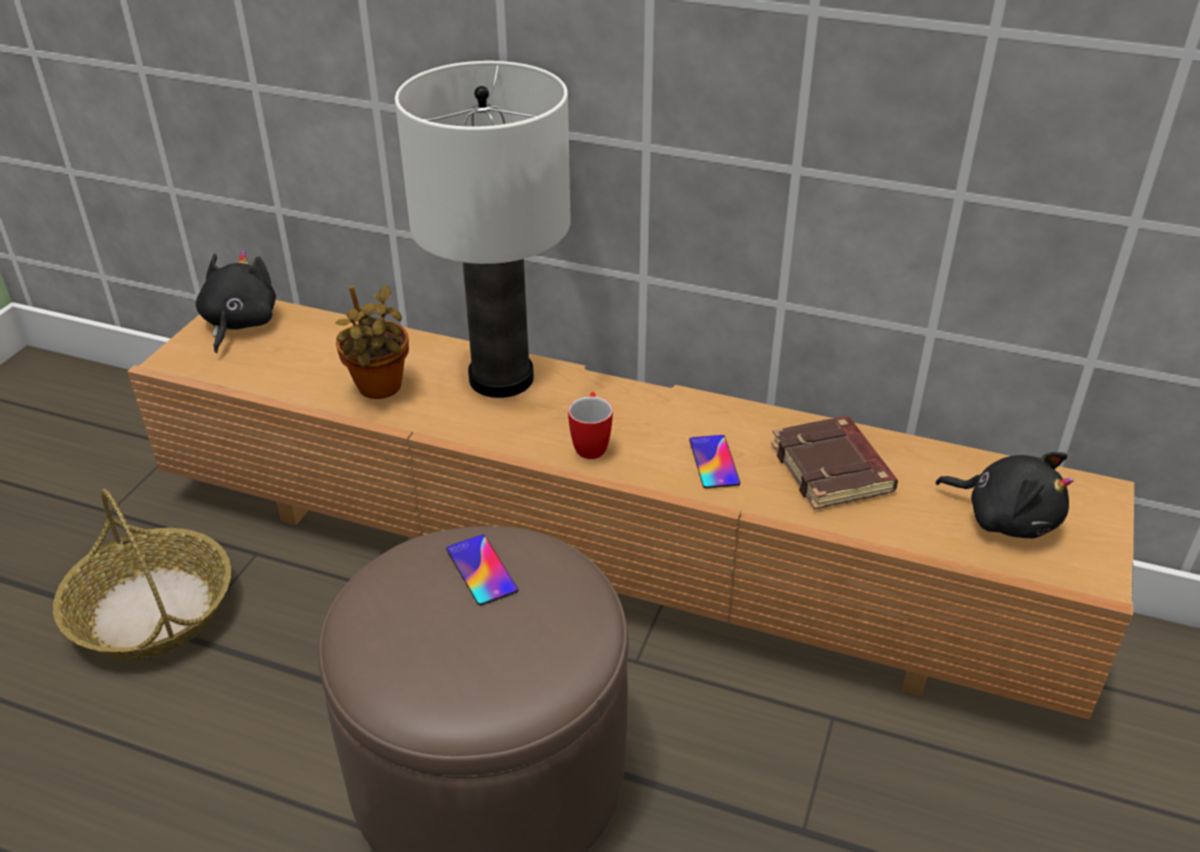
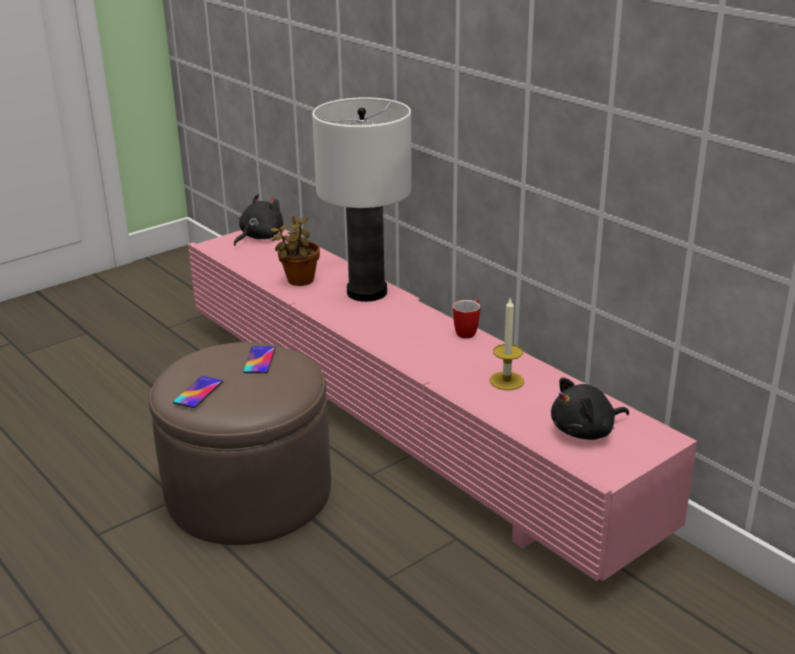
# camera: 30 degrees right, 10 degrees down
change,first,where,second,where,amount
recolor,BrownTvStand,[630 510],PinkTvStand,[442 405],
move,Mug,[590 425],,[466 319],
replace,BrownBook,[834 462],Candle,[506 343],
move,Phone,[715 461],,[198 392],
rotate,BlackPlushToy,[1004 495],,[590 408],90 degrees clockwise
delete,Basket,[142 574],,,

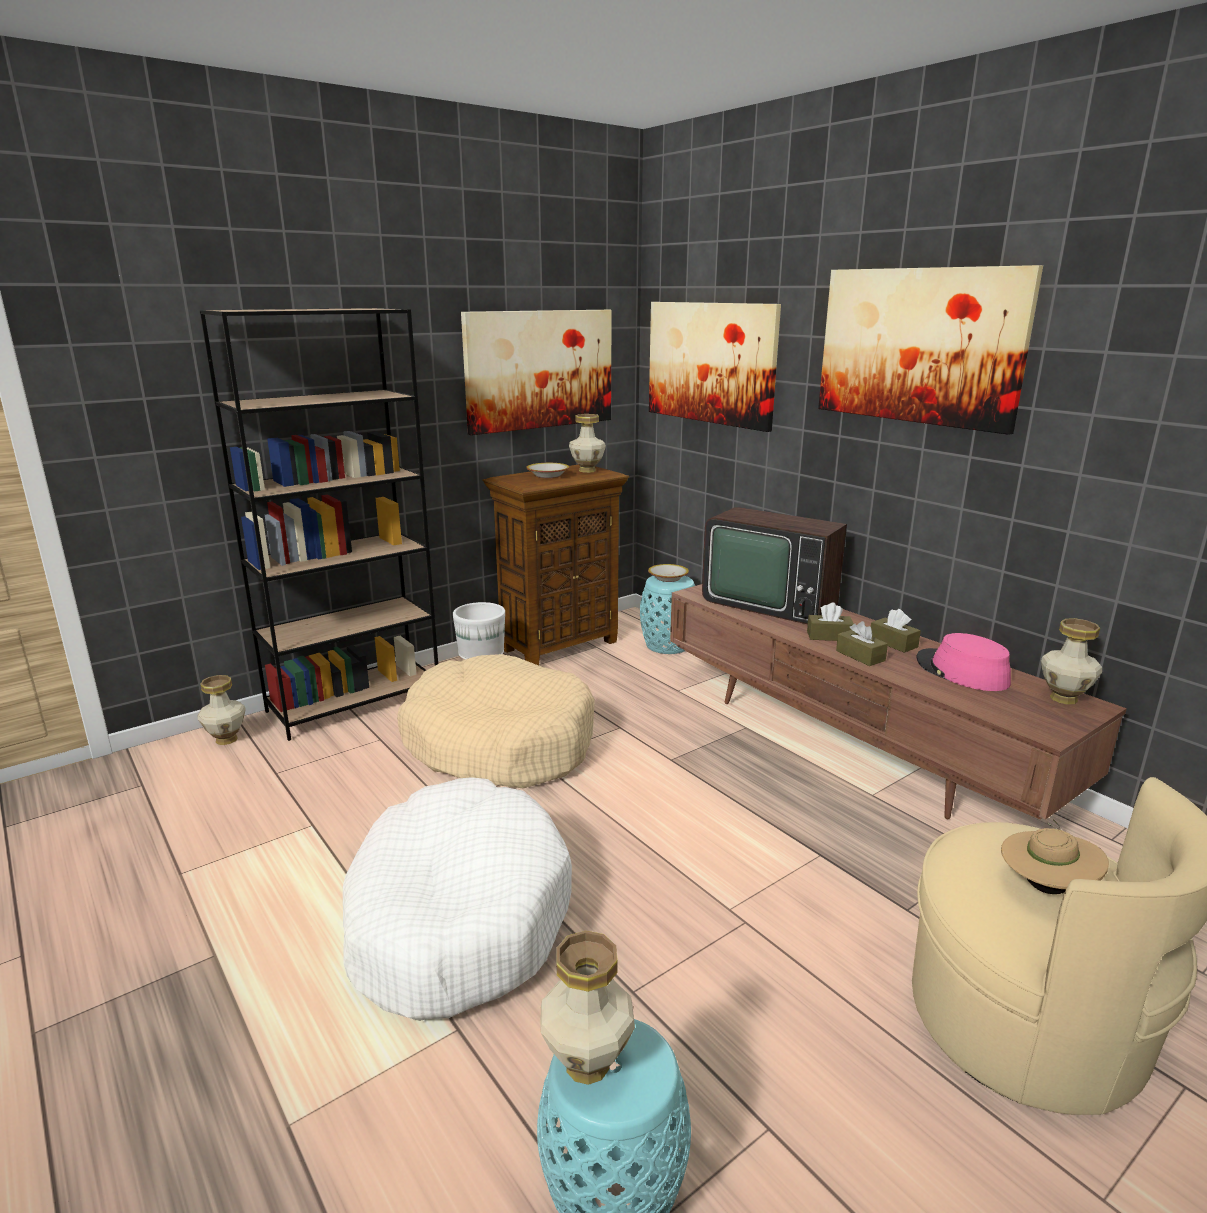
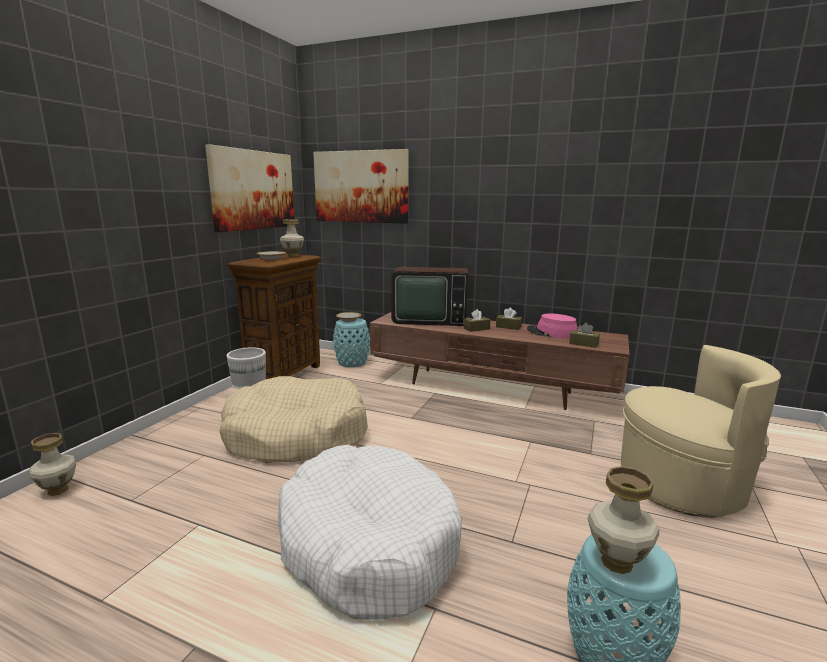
# camera: 30 degrees left, 5 degrees down
change,first,where,second,where,amount
delete,Picture,[930 350],,,
delete,BeigeBookcase,[319 524],,,
delete,Vase,[1071 661],,,
move,BrownTissueBox,[862 643],,[584 335],
delete,BeigeHat,[1055 856],,,

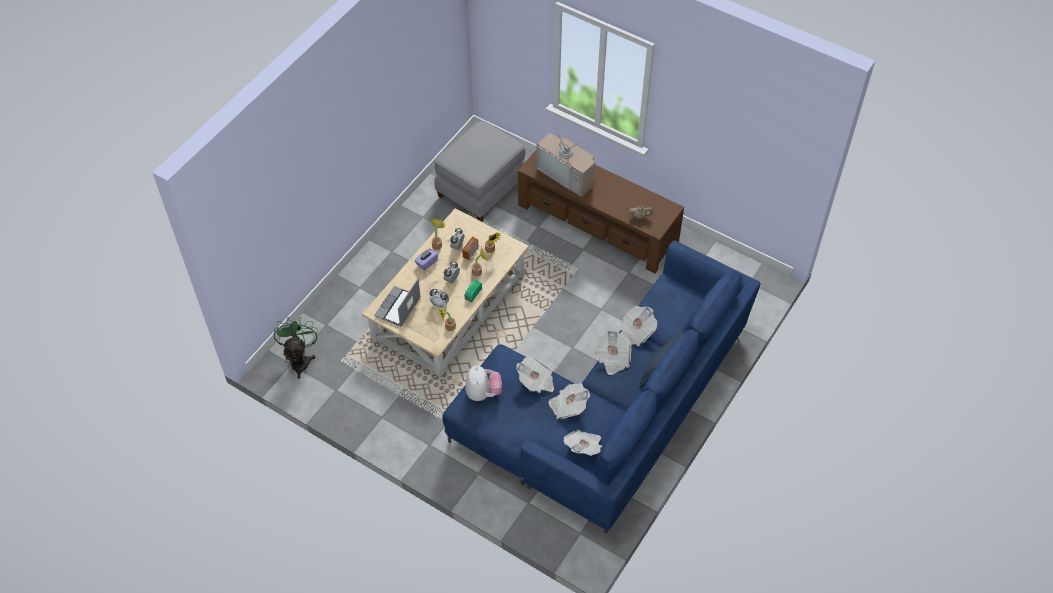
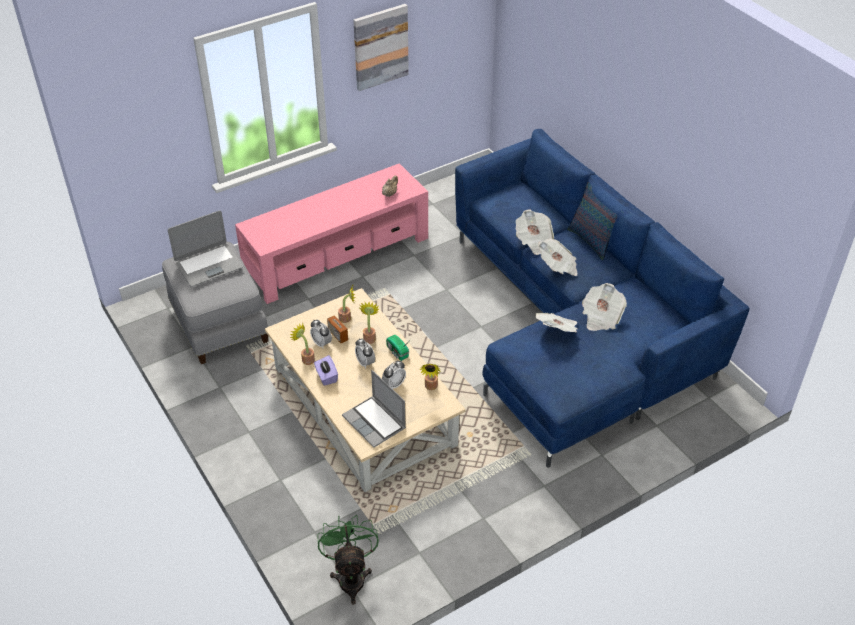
# camera: 65 degrees left, 10 degrees down
change,first,where,second,where,amount
delete,Television,[565 160],,,
recolor,BrownTvStand,[601 211],PinkTvStand,[331 233],
rotate,GreenFan,[296 348],,[348 560],60 degrees clockwise
delete,PlushToy,[483 383],,,
delete,Newspaper,[583 443],,,
insert,,,Picture,[381 47],
insert,,,Laptop,[205 249],

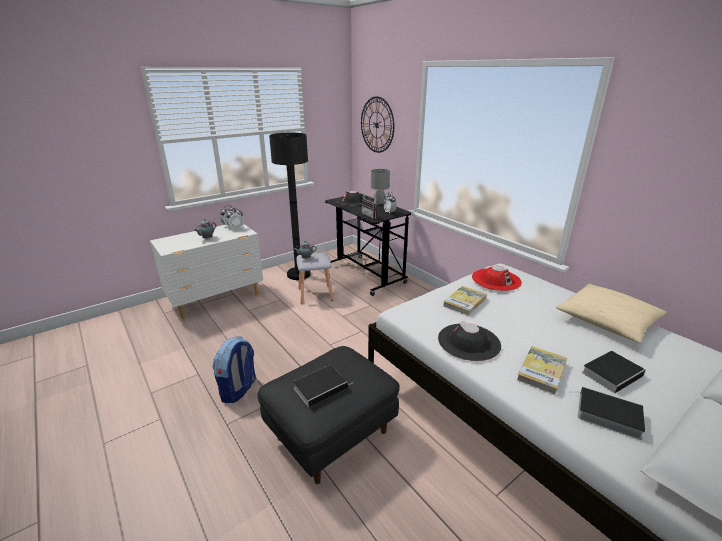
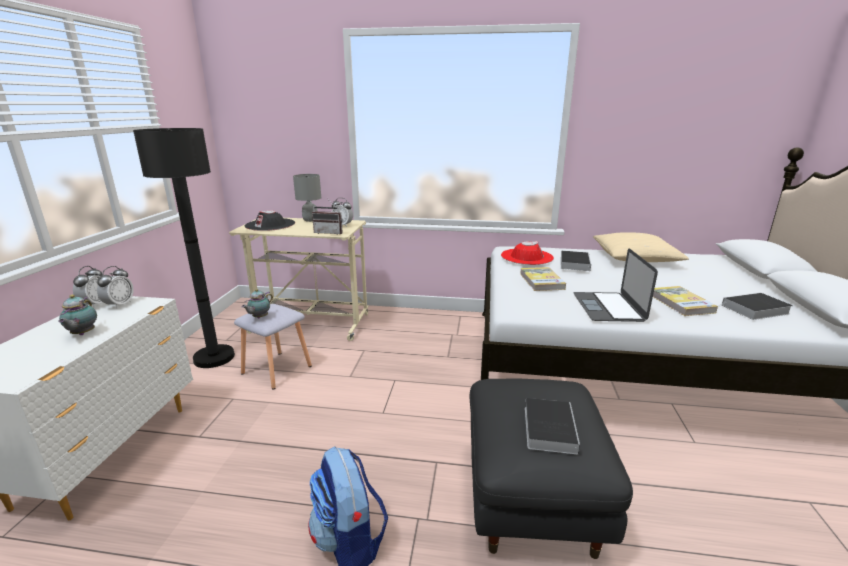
# camera: 45 degrees left, 5 degrees down
change,first,where,second,where,amount
delete,WallClock,[377 124],,,
recolor,BlackDesk,[368 244],BeigeDesk,[299 279],
replace,BlackHat,[469 341],Laptop,[616 285],
move,Book,[613 372],,[575 261],

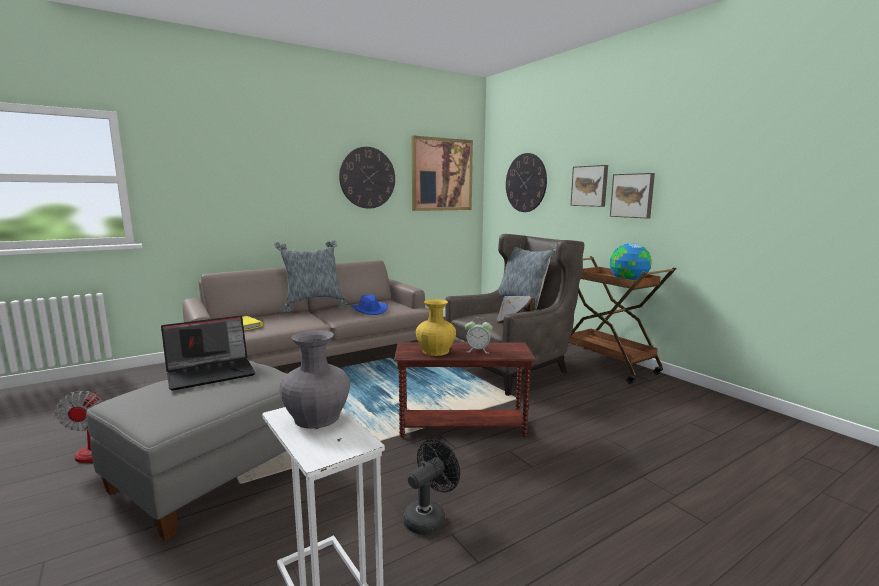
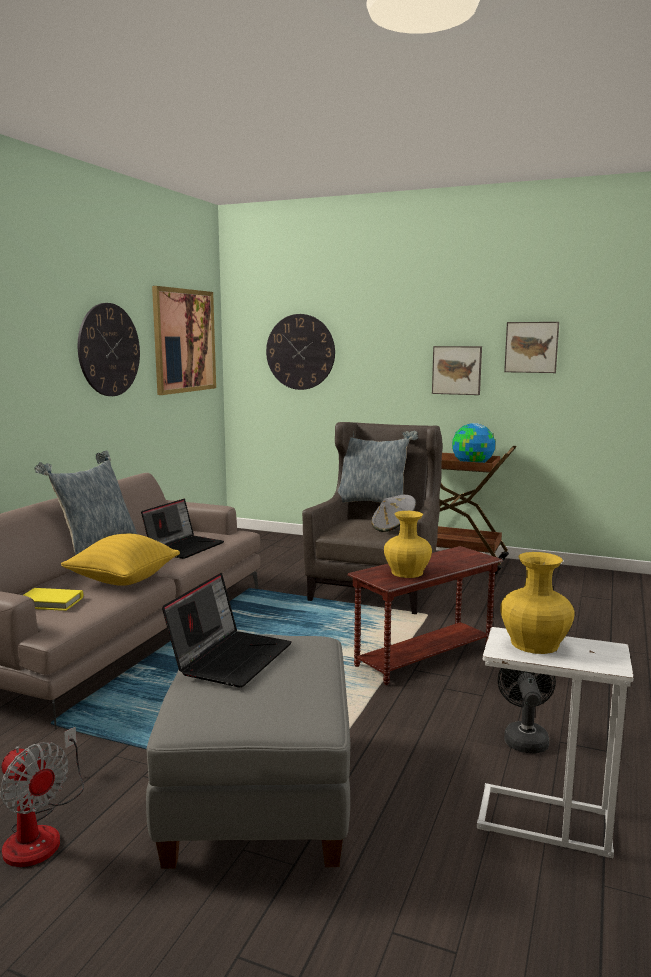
# camera: 35 degrees left, 0 degrees up
change,first,where,second,where,amount
move,Picture,[589 186],,[531 347],
replace,BlueHat,[369 304],Laptop,[182 529],
delete,AlarmClock,[479 335],,,
recolor,GreyVase,[315 379],YellowVase,[537 603],
insert,,,YellowPillow,[120 560],

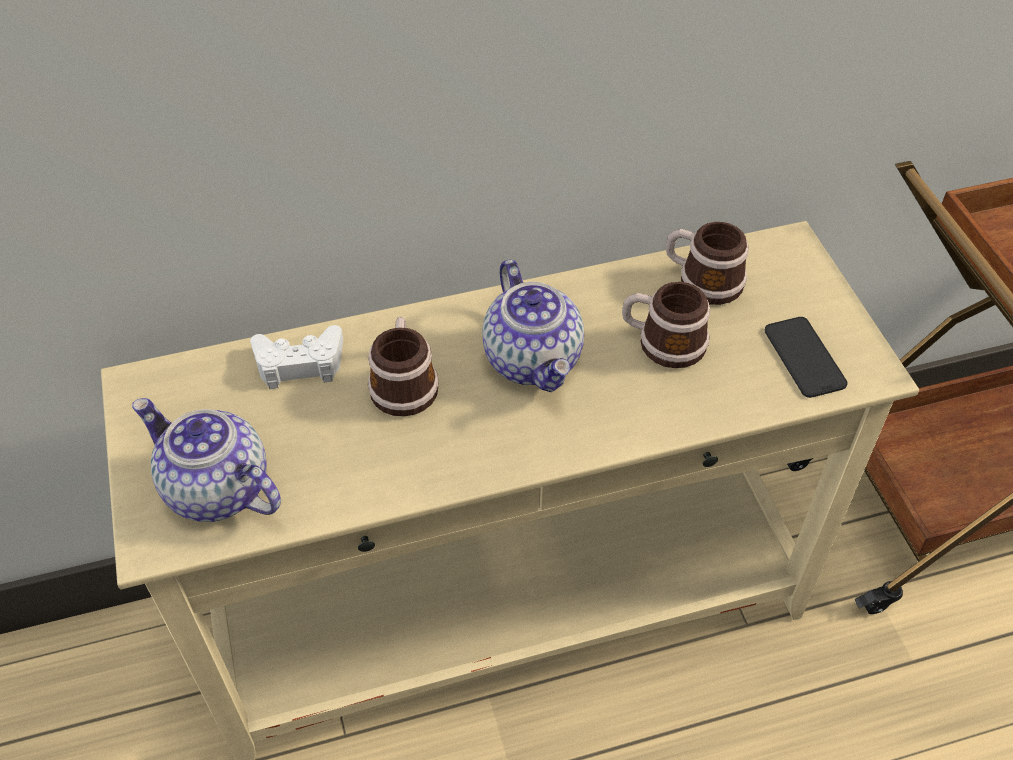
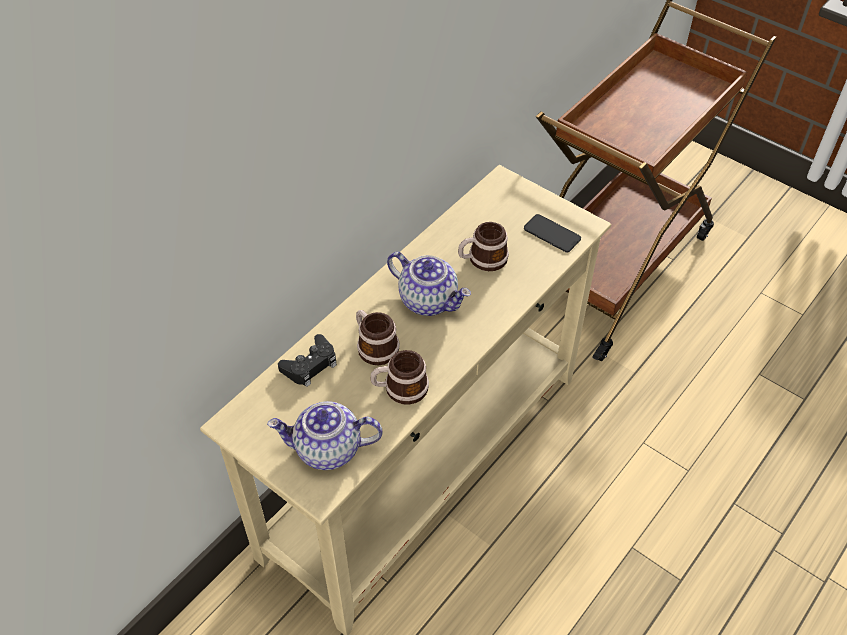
# camera: 35 degrees left, 0 degrees up
change,first,where,second,where,amount
move,Mug,[707 263],,[400 377],
recolor,WhiteGameController,[296 357],BlackGameController,[307 360],

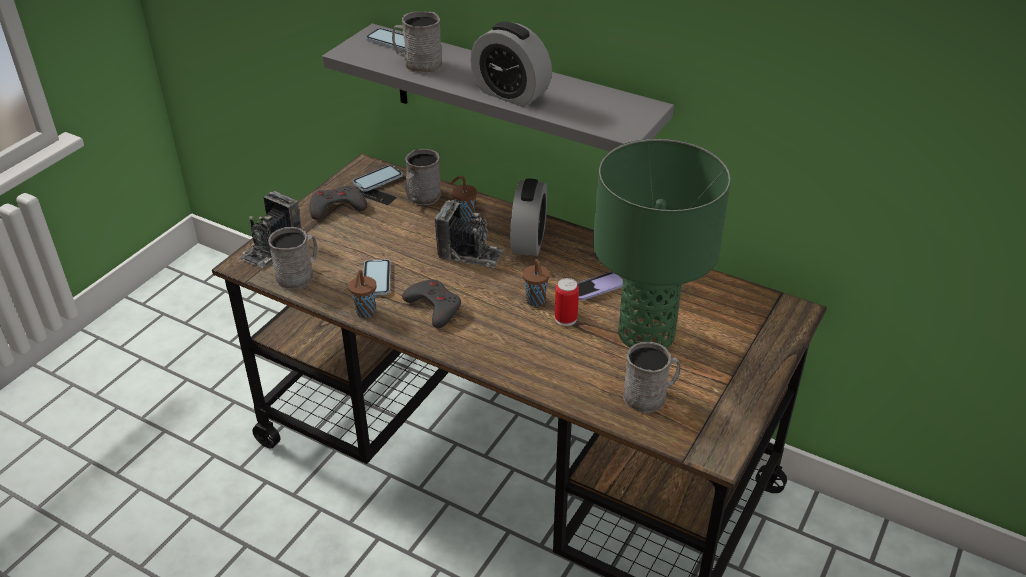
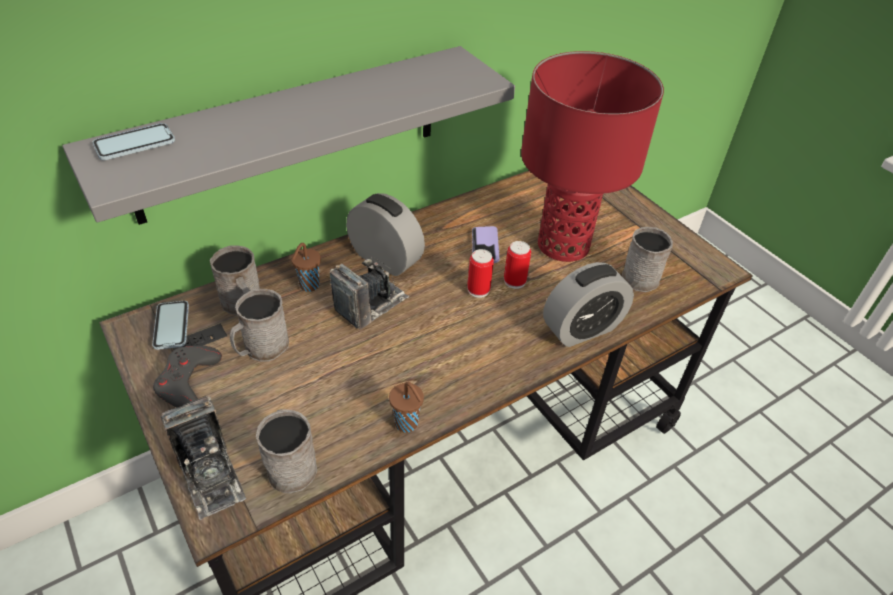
# camera: 65 degrees left, 5 degrees up
change,first,where,second,where,amount
move,GreyMug,[417 42],,[259 325],
move,AlarmClock,[511 64],,[588 304],
recolor,GreenTableLamp,[662 243],RedTableLamp,[592 156],
delete,Phone,[377 277],,,
replace,BrownCup,[536 283],Can,[480 273],
delete,GreyGameController,[431 304],,,

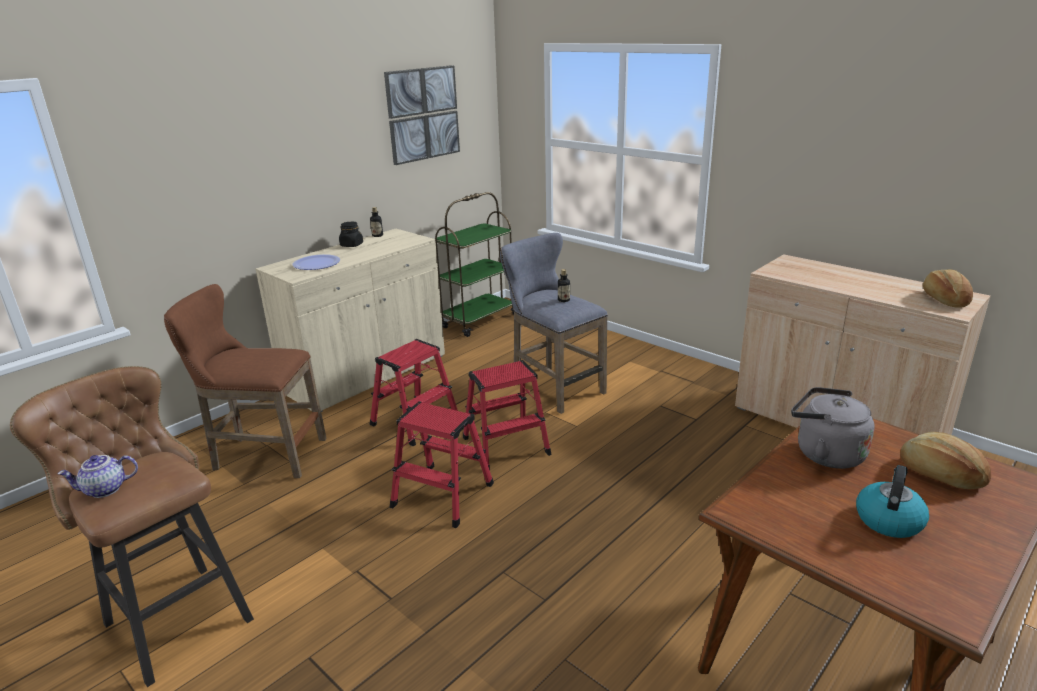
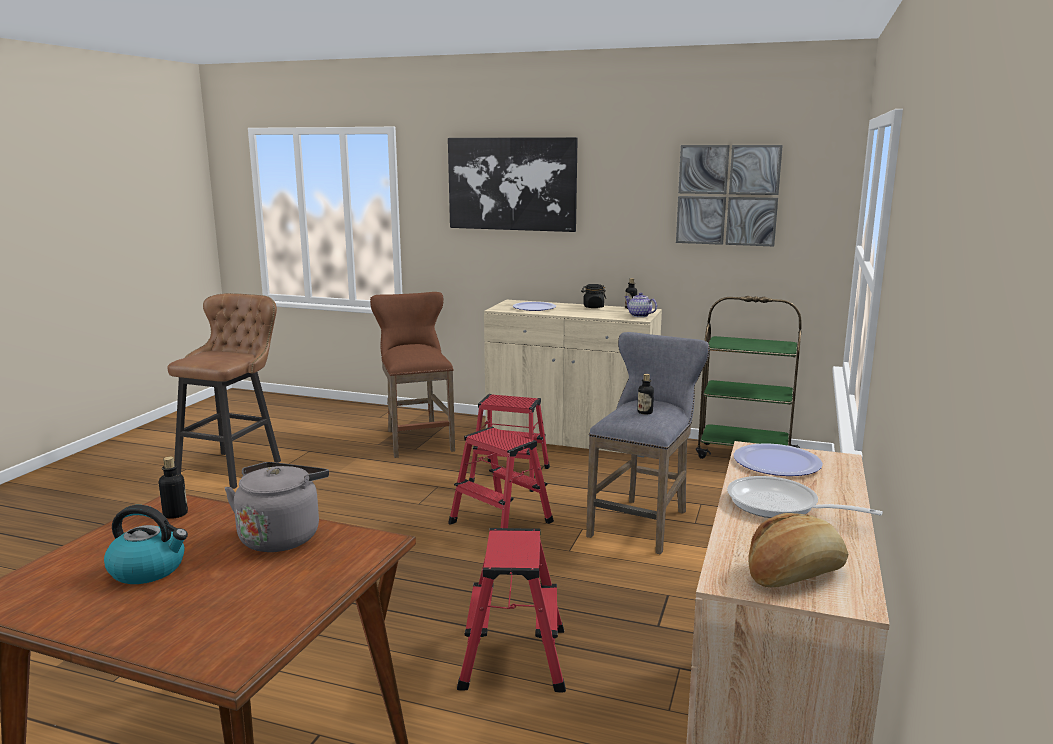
# camera: 65 degrees right, 10 degrees down
change,first,where,second,where,amount
move,RedStepLadder,[442 464],,[511 610],
delete,Bread,[945 460],,,
move,Teapot,[97 476],,[640 304],
insert,,,Picture,[513 184],
insert,,,Plate,[778 459],
insert,,,Bottle,[173 488],
insert,,,FryingPan,[805 497],

